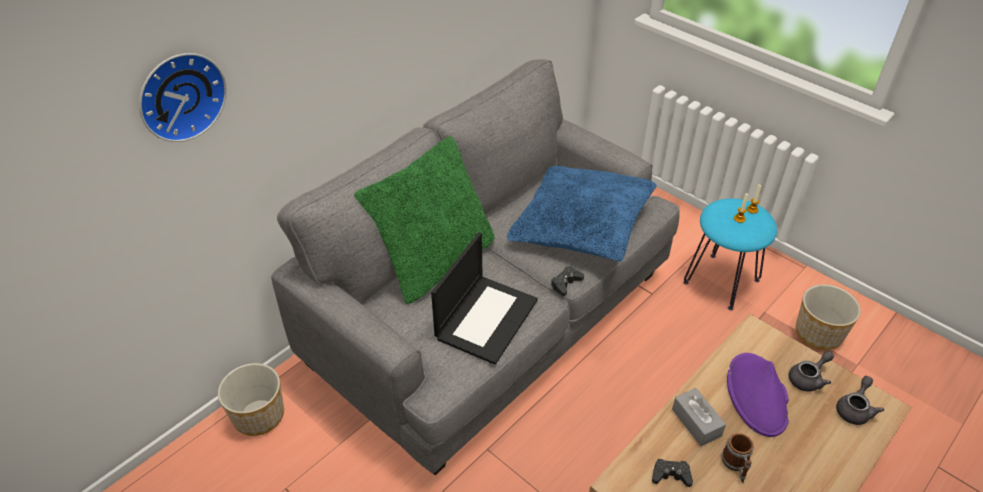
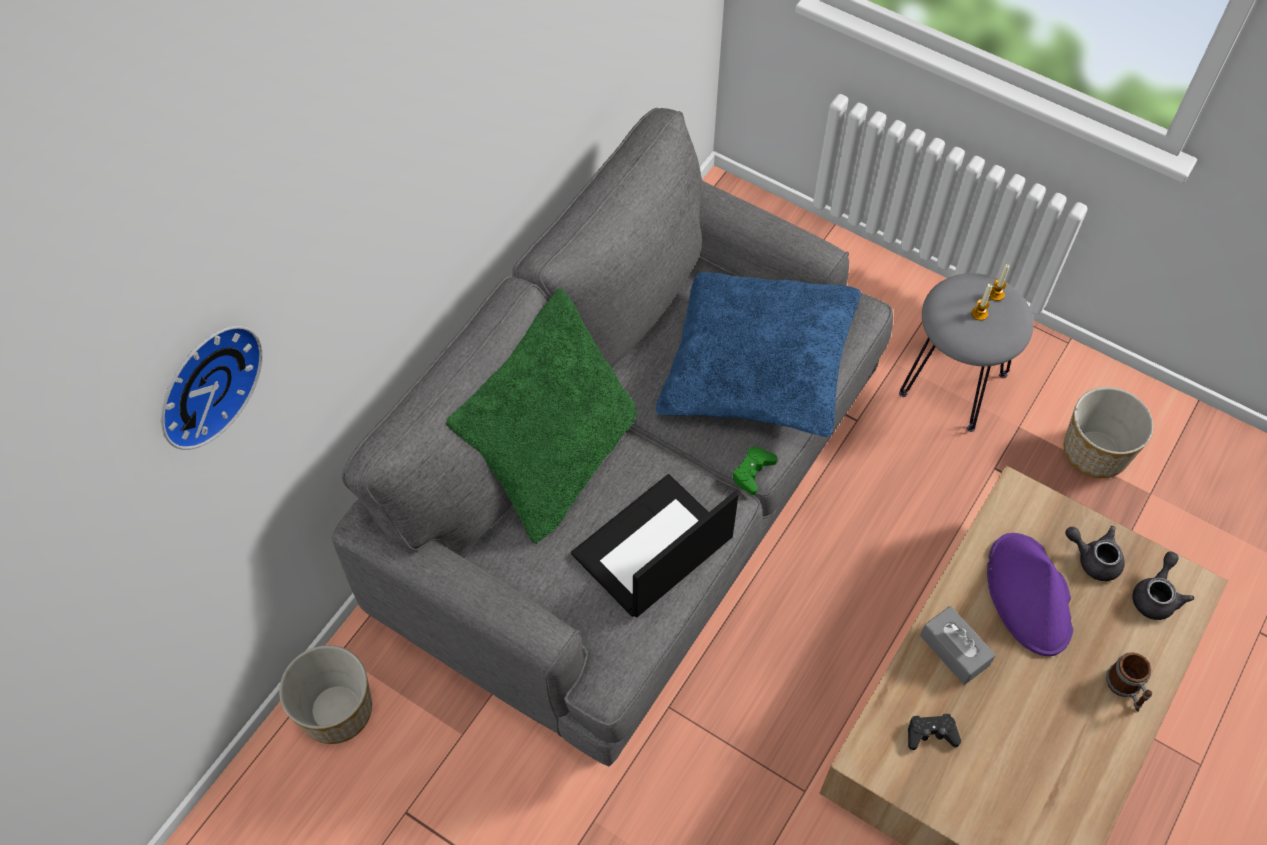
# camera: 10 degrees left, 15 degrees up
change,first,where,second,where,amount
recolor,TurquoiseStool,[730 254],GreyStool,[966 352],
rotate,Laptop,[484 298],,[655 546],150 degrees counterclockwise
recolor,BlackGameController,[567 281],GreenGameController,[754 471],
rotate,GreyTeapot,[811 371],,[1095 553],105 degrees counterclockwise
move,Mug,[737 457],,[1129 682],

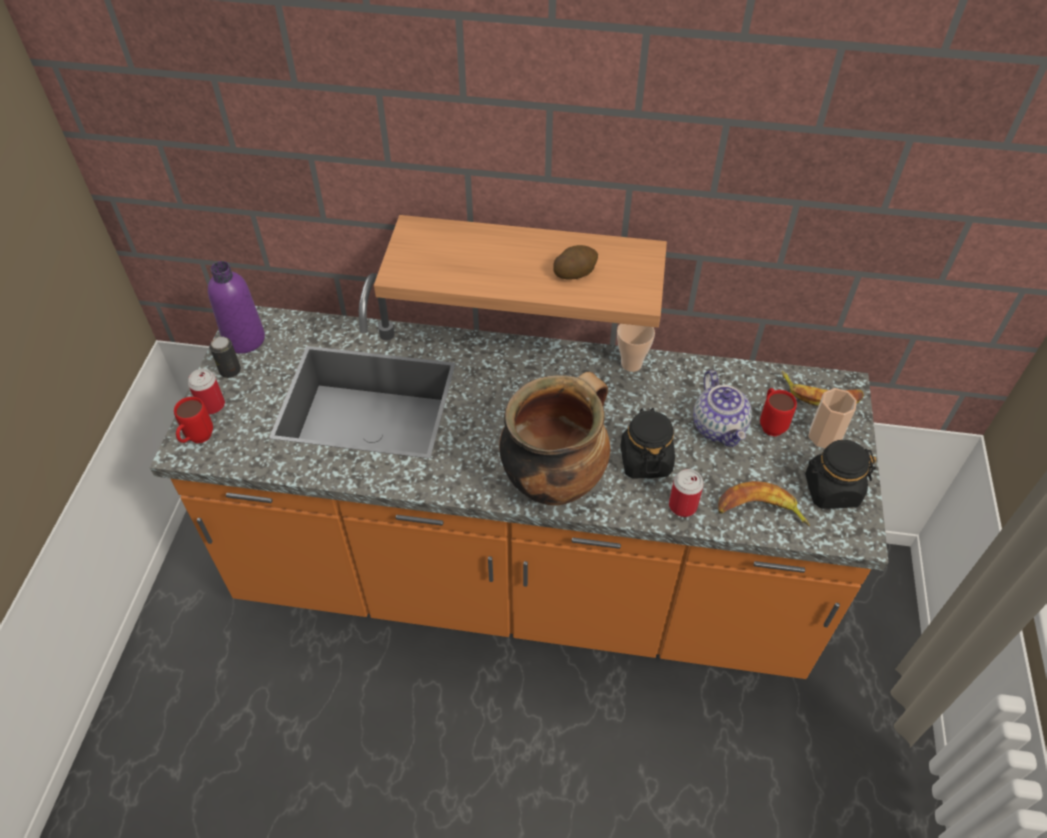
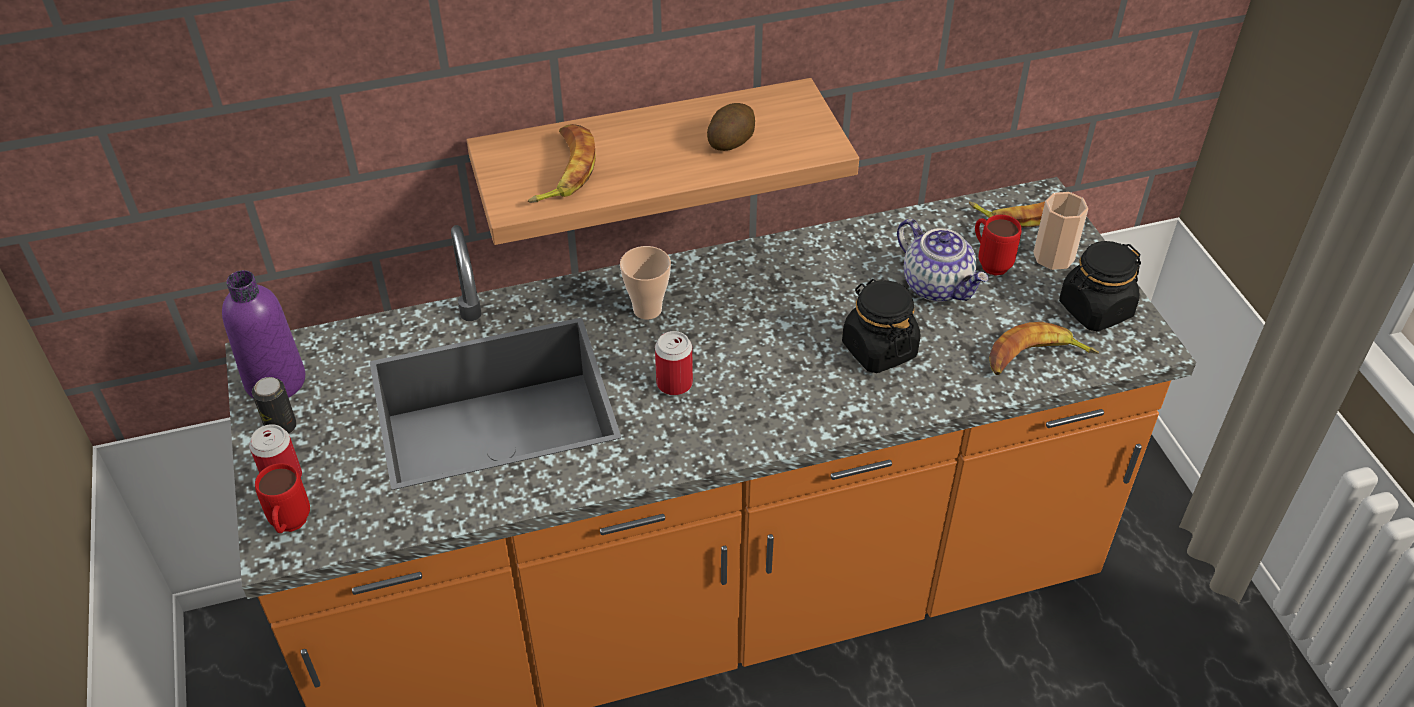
# camera: 25 degrees left, 5 degrees down
change,first,where,second,where,amount
move,Cup,[636 348],,[645 283],
delete,CookingPot,[554 438],,,
move,Can,[686 493],,[674 363],
insert,,,Banana,[562 163],

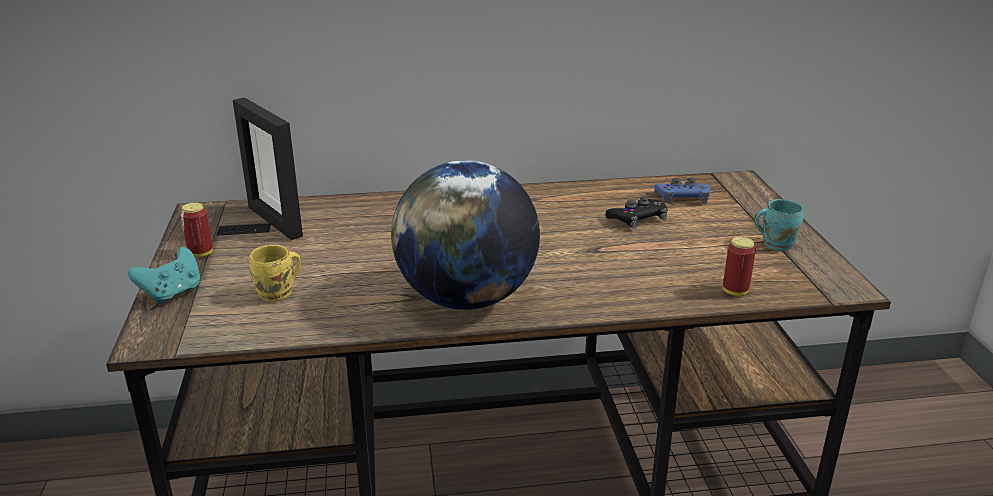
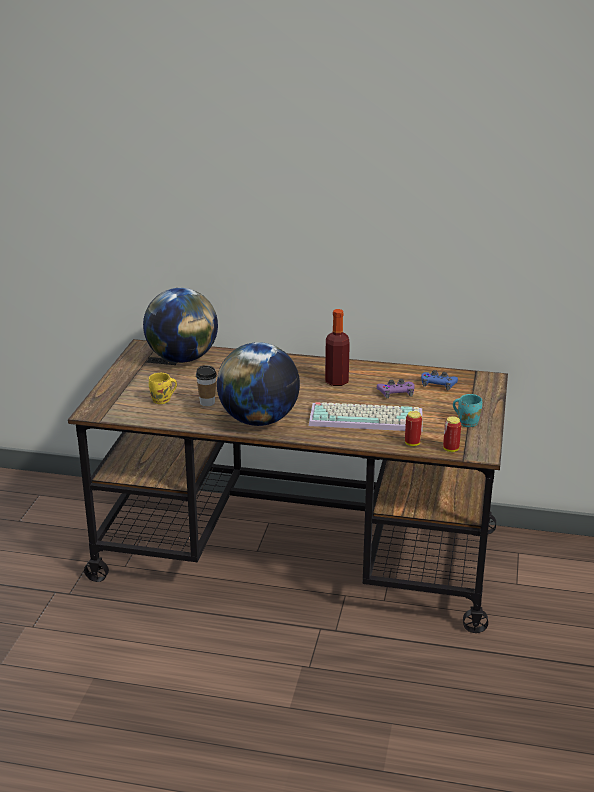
# camera: 20 degrees right, 0 degrees up
change,first,where,second,where,amount
replace,PictureFrame,[268 168],Globe,[180 325],
recolor,BlackGameController,[637 212],PurpleGameController,[396 388],
move,Can,[196 229],,[452 434],
delete,TurquoiseGameController,[164 275],,,
insert,,,Bottle,[337 347],
insert,,,Cup,[206 385],
insert,,,Keyboard,[365 417],

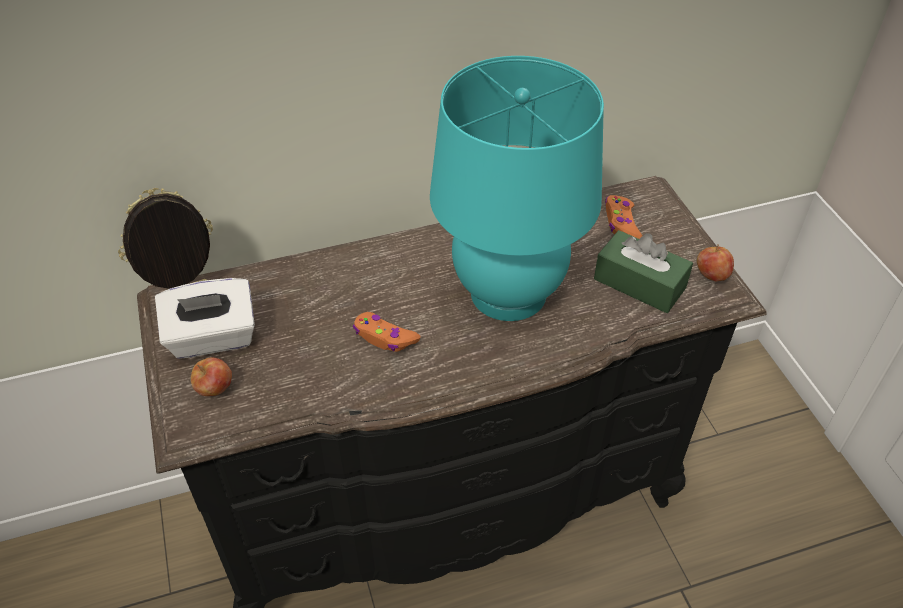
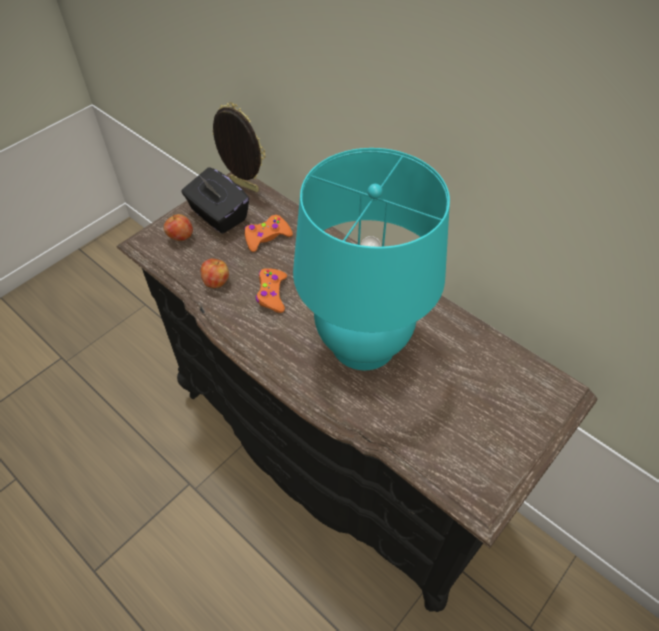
# camera: 60 degrees right, 5 degrees up
change,first,where,second,where,amount
move,OrangeGameController,[623 217],,[268 233],
delete,GreenTissueBox,[643 271],,,
move,Apple,[715 263],,[215 273],
recolor,WhiteTissueBox,[205 318],BlackTissueBox,[215 201],

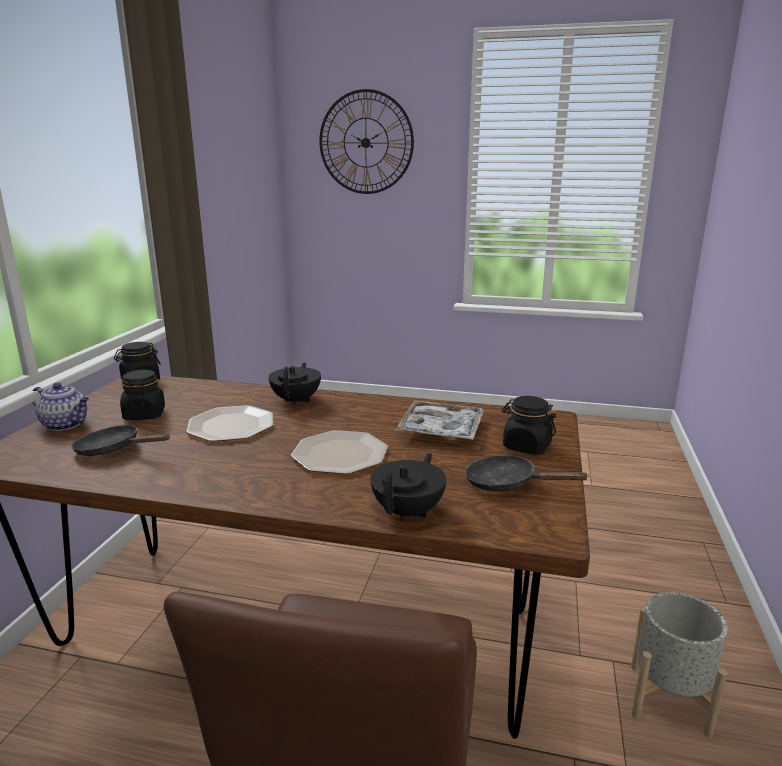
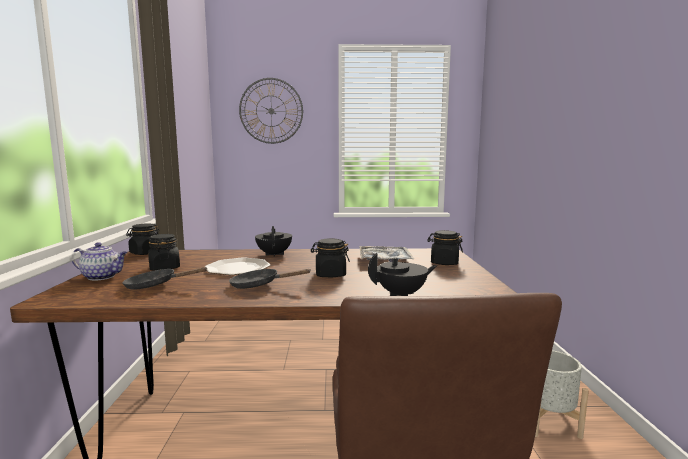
# camera: 15 degrees left, 10 degrees down
change,first,where,second,where,amount
replace,Plate,[339 452],BlackJar,[330 258],
rotate,BlackTeapot,[408 487],,[402 274],60 degrees clockwise
move,BlackFryingPan,[527 473],,[270 279],

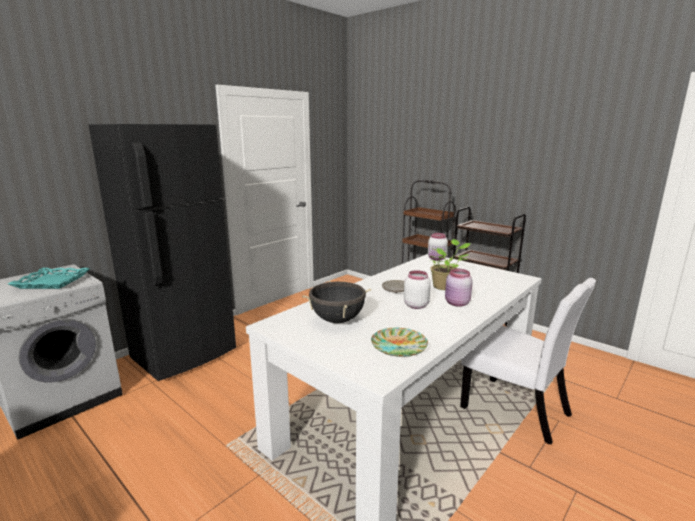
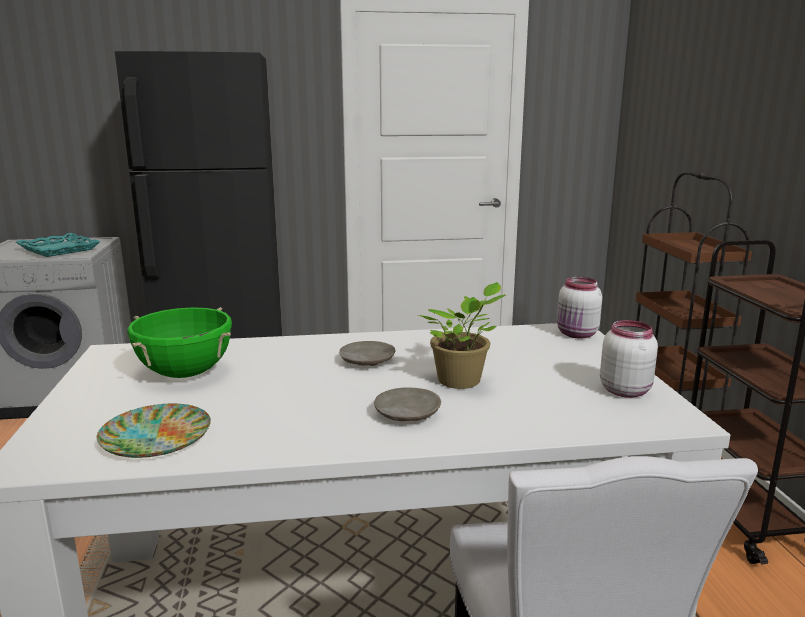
# camera: 40 degrees right, 0 degrees up
change,first,where,second,where,amount
replace,PinkJar,[459 288],BeigePlate,[407 404],
move,WhiteJar,[417 289],,[629 359],
recolor,BlackCookingPot,[336 302],GreenCookingPot,[179 342],

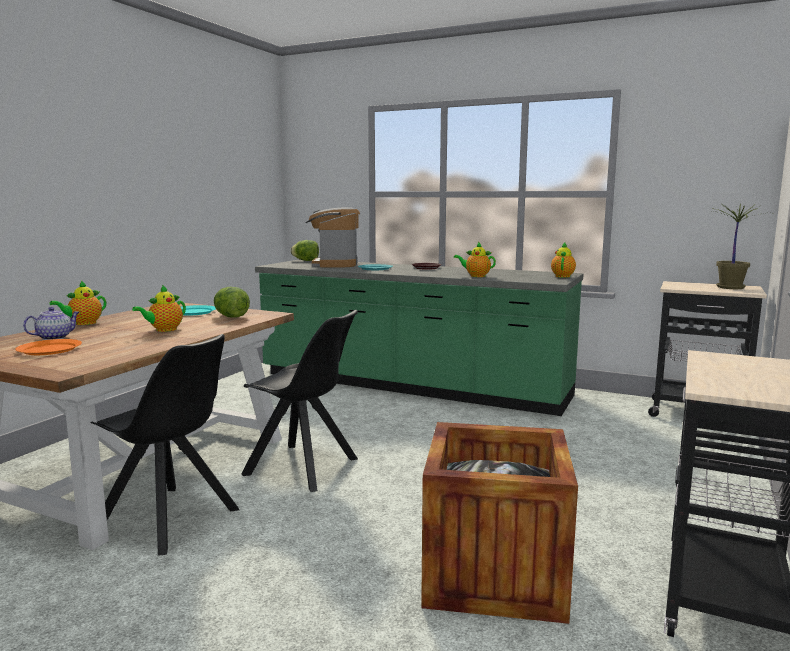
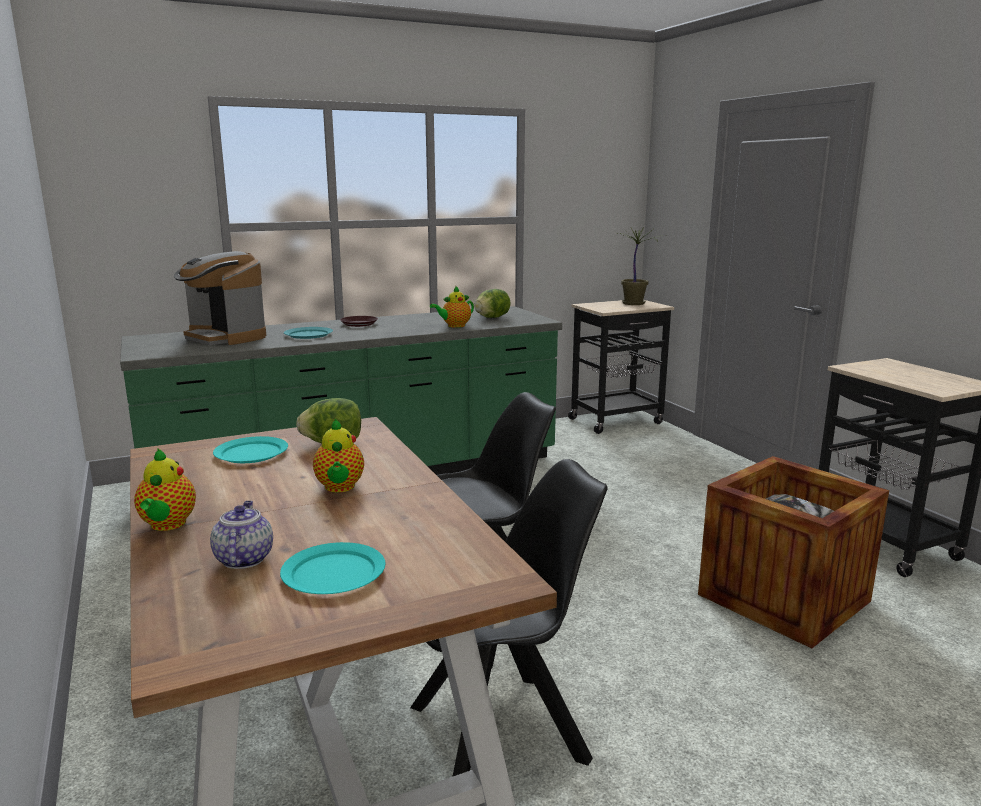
# camera: 50 degrees left, 5 degrees up
change,first,where,second,where,amount
move,Lettuce,[305 250],,[492 303],
delete,Teapot,[563 260],,,
recolor,OrangePlate,[48 347],TurquoisePlate,[332 568],

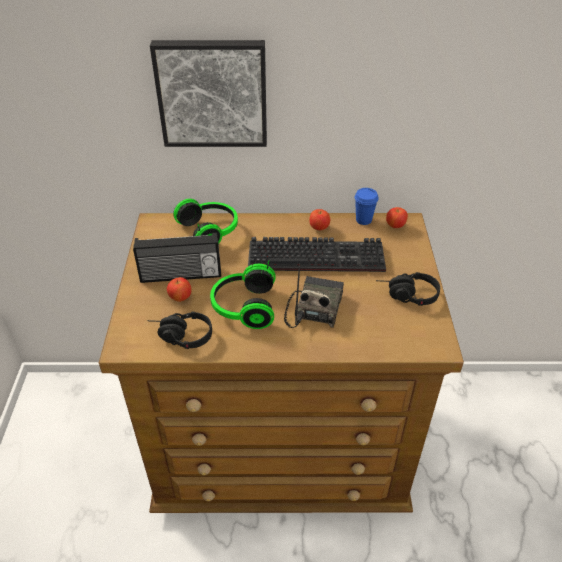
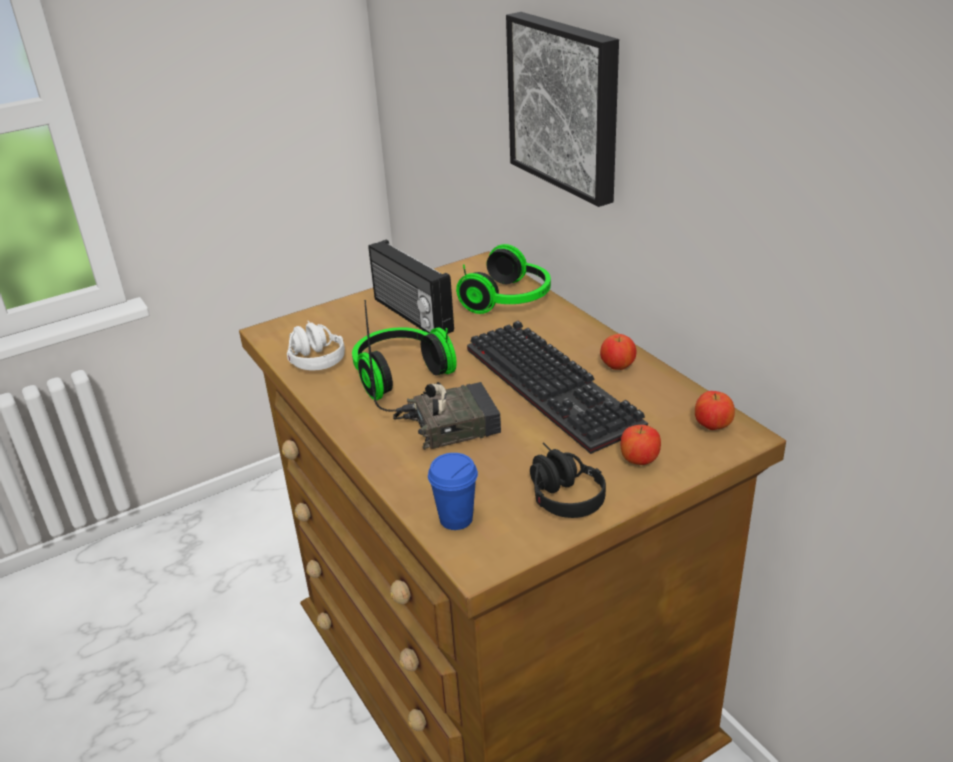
# camera: 60 degrees right, 10 degrees down
change,first,where,second,where,amount
move,BlueCup,[366 206],,[453 491],
move,Apple,[179 289],,[641 445],
recolor,BlackHeadphones,[179 330],WhiteHeadphones,[316 345],

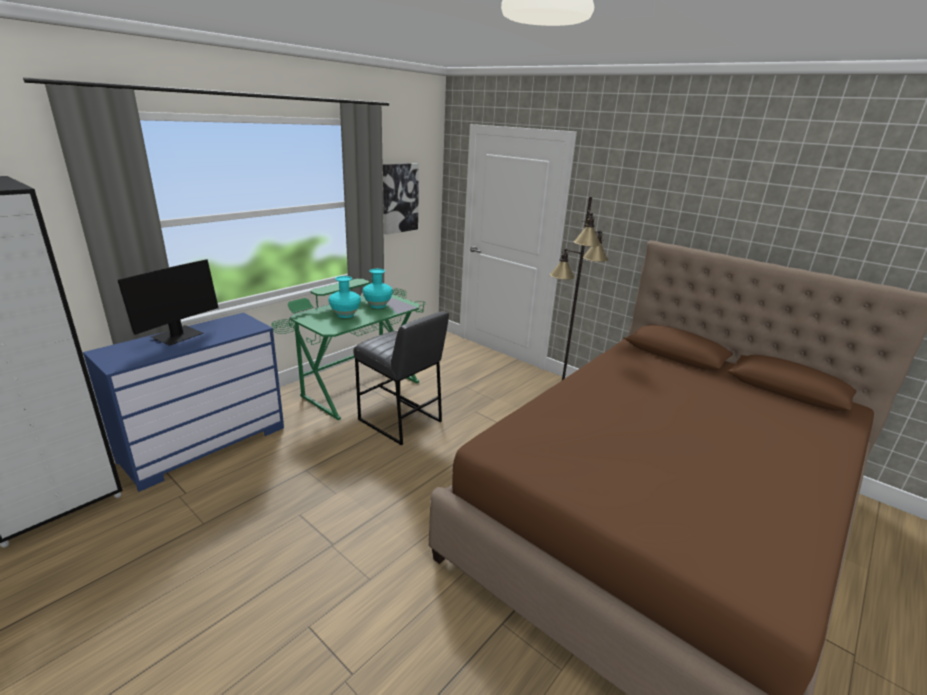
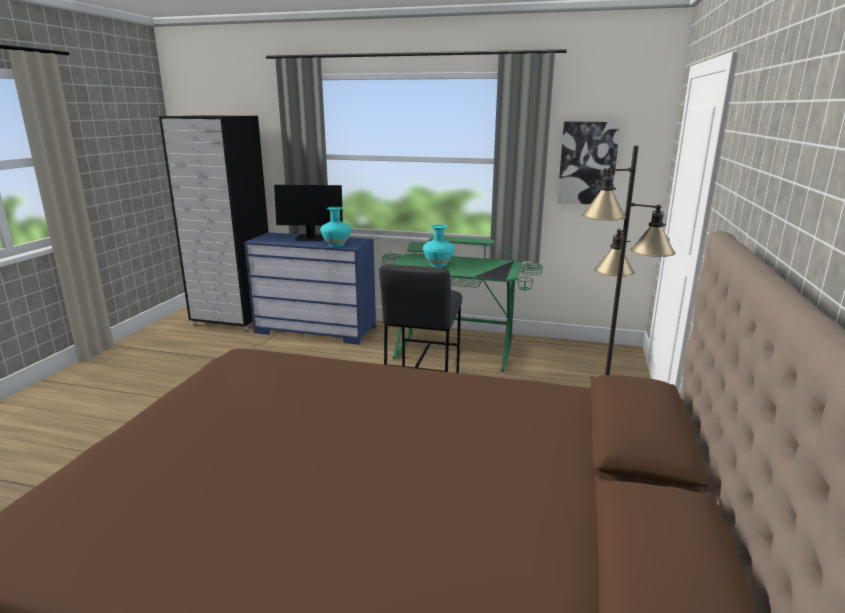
# camera: 65 degrees right, 5 degrees down
change,first,where,second,where,amount
move,TurquoiseVase,[377 288],,[335 227],

